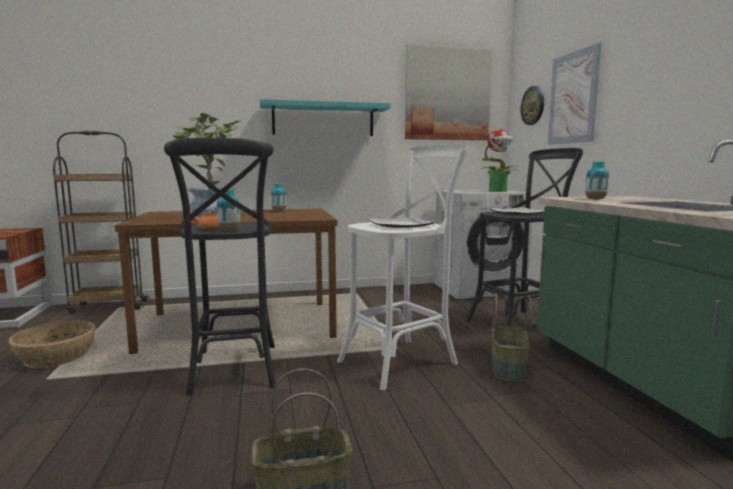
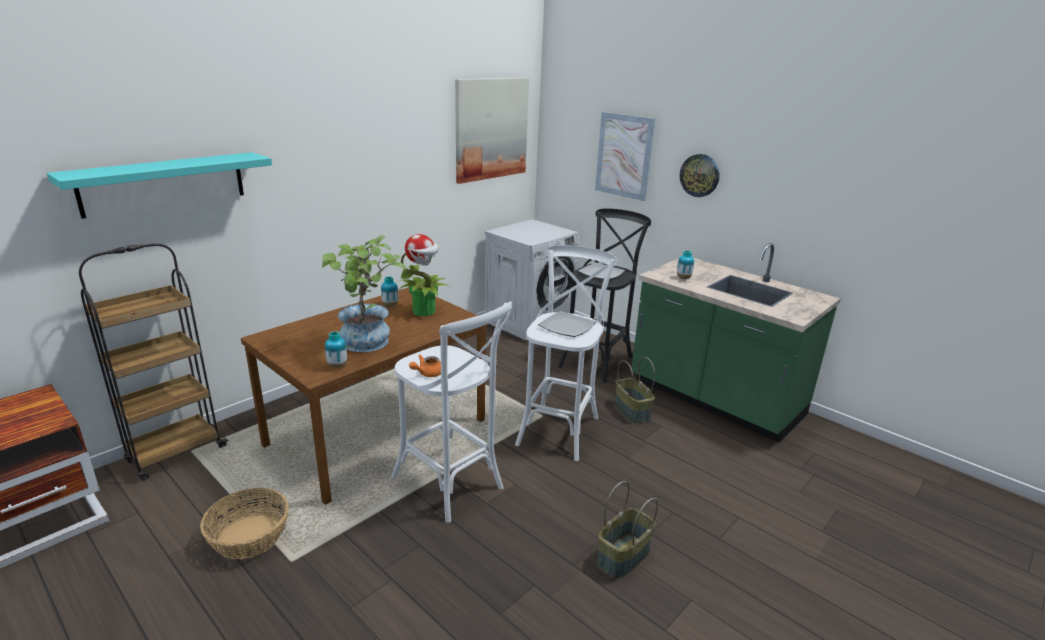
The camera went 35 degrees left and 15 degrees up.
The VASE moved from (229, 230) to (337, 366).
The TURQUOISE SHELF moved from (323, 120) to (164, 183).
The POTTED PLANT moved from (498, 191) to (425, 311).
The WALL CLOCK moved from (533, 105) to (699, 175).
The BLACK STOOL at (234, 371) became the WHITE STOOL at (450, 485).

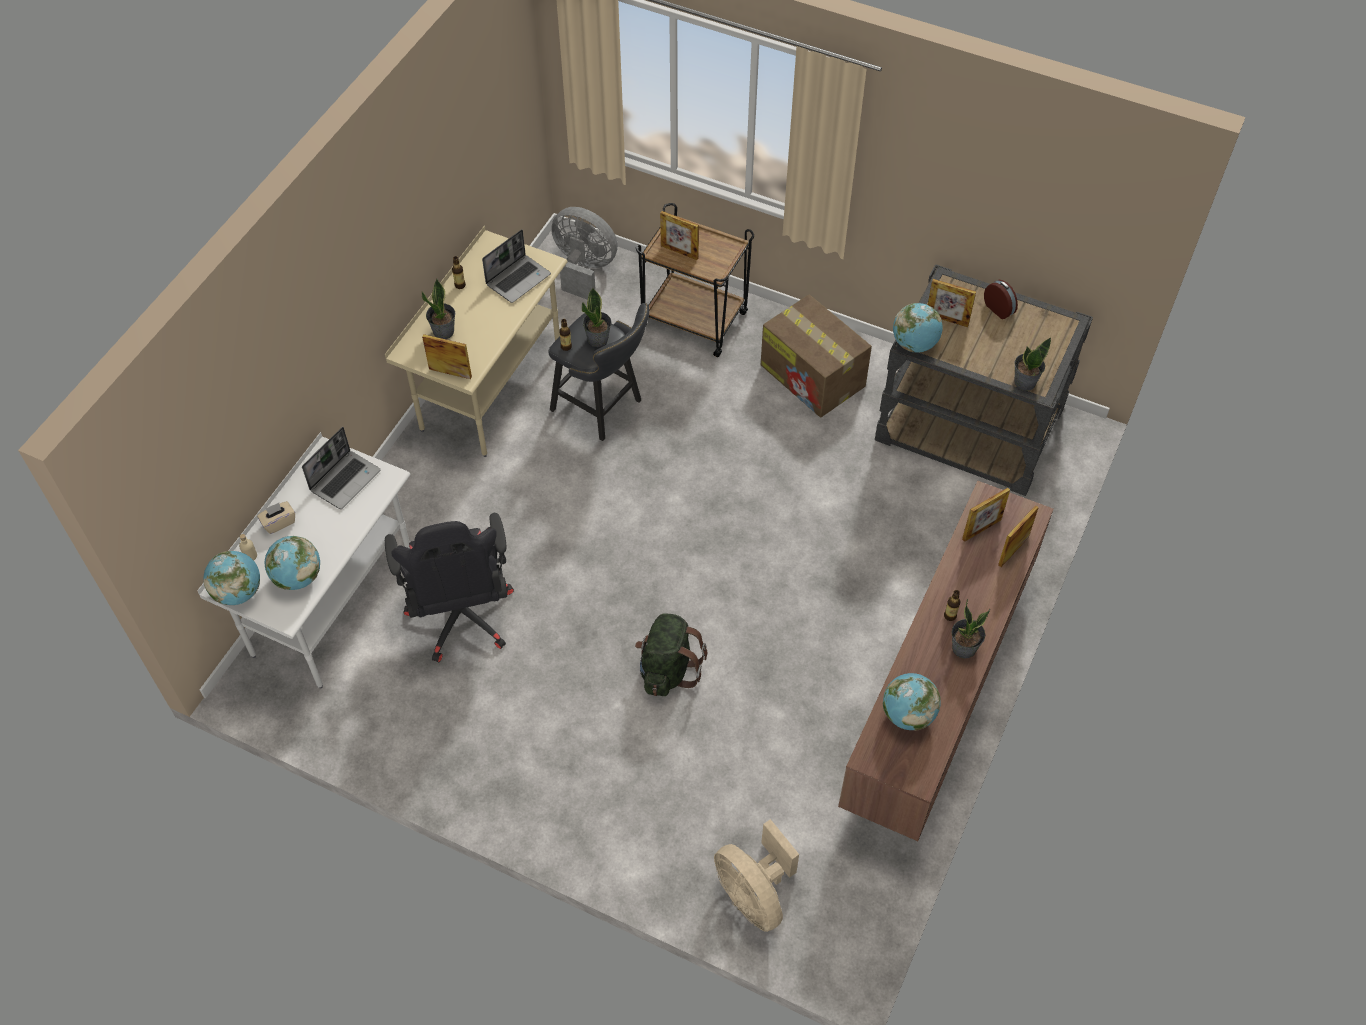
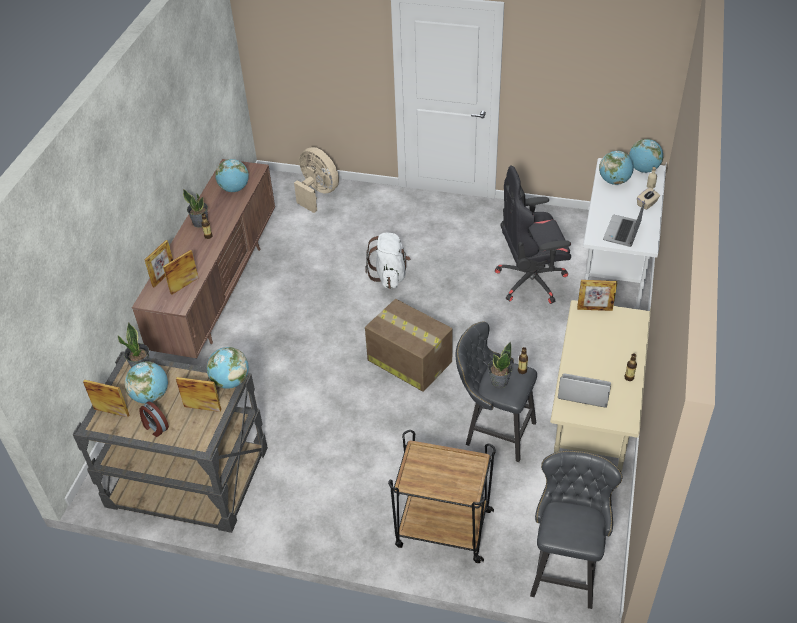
The camera went 170 degrees right and 10 degrees down.
The POTTED PLANT at (444, 331) disappeared.
The GLOBE at (151, 396) appeared.
The PICTURE FRAME moved from (679, 252) to (111, 412).
The CARDBOARD BOX moved from (813, 376) to (408, 360).
The GREY FAN at (584, 269) was replaced by the GREY STOOL at (566, 565).
The GREEN BACKPACK at (668, 670) became the WHITE BACKPACK at (390, 276).
The BLACK OFFICE CHAIR at (461, 614) turned 75 degrees counterclockwise.
The LAPTOP at (518, 279) turned 75 degrees clockwise.

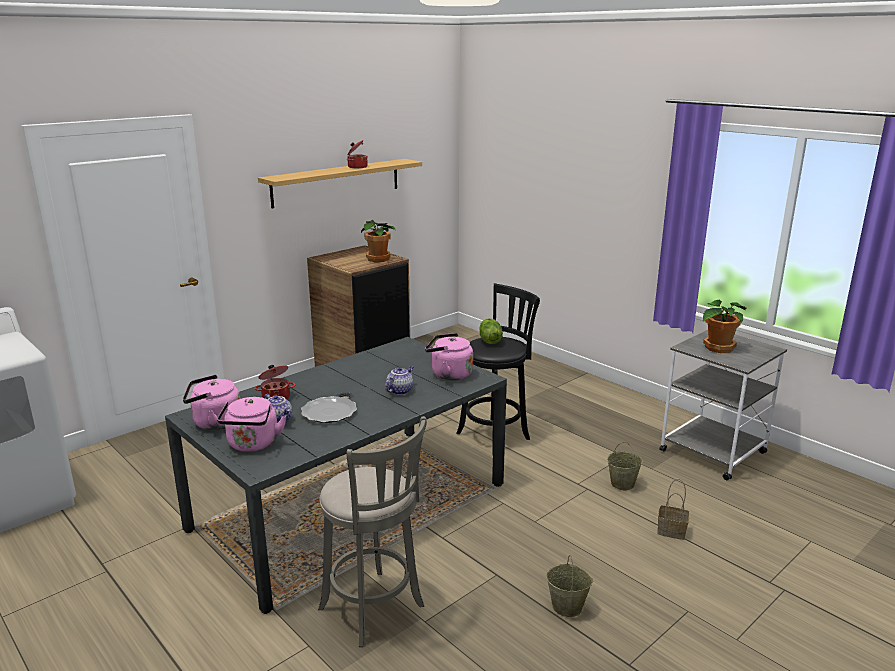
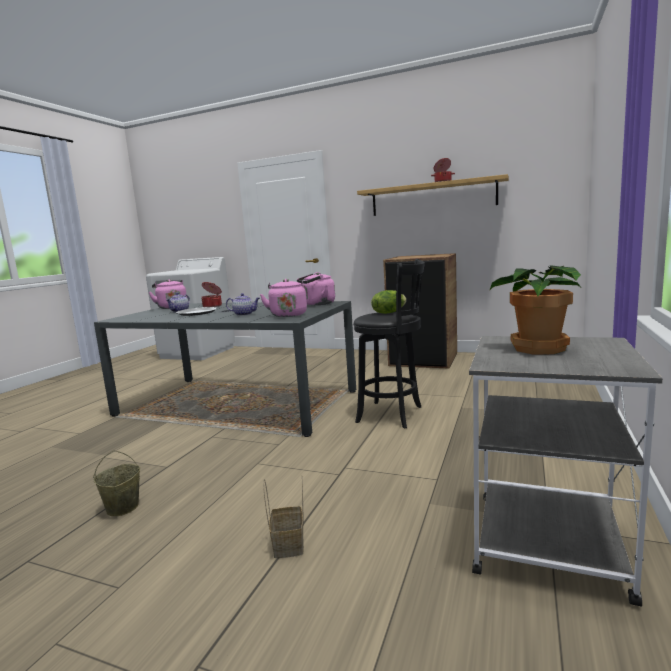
The camera went 65 degrees right and 10 degrees down.
The GREY STOOL at (375, 610) disappeared.
The POTTED PLANT at (379, 259) disappeared.
The BEIGE BUCKET at (623, 484) disappeared.
The PINK KETTLE moved from (253, 445) to (317, 304).

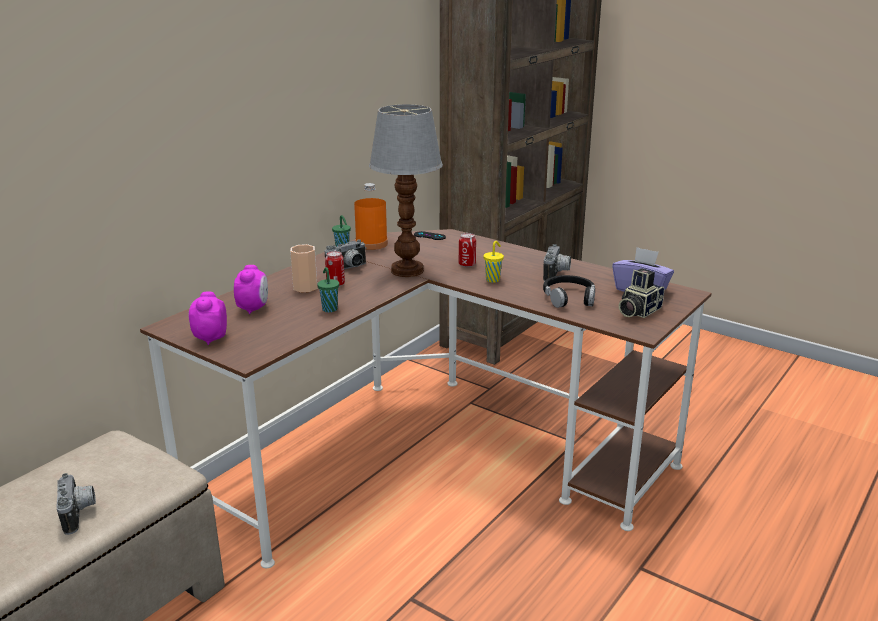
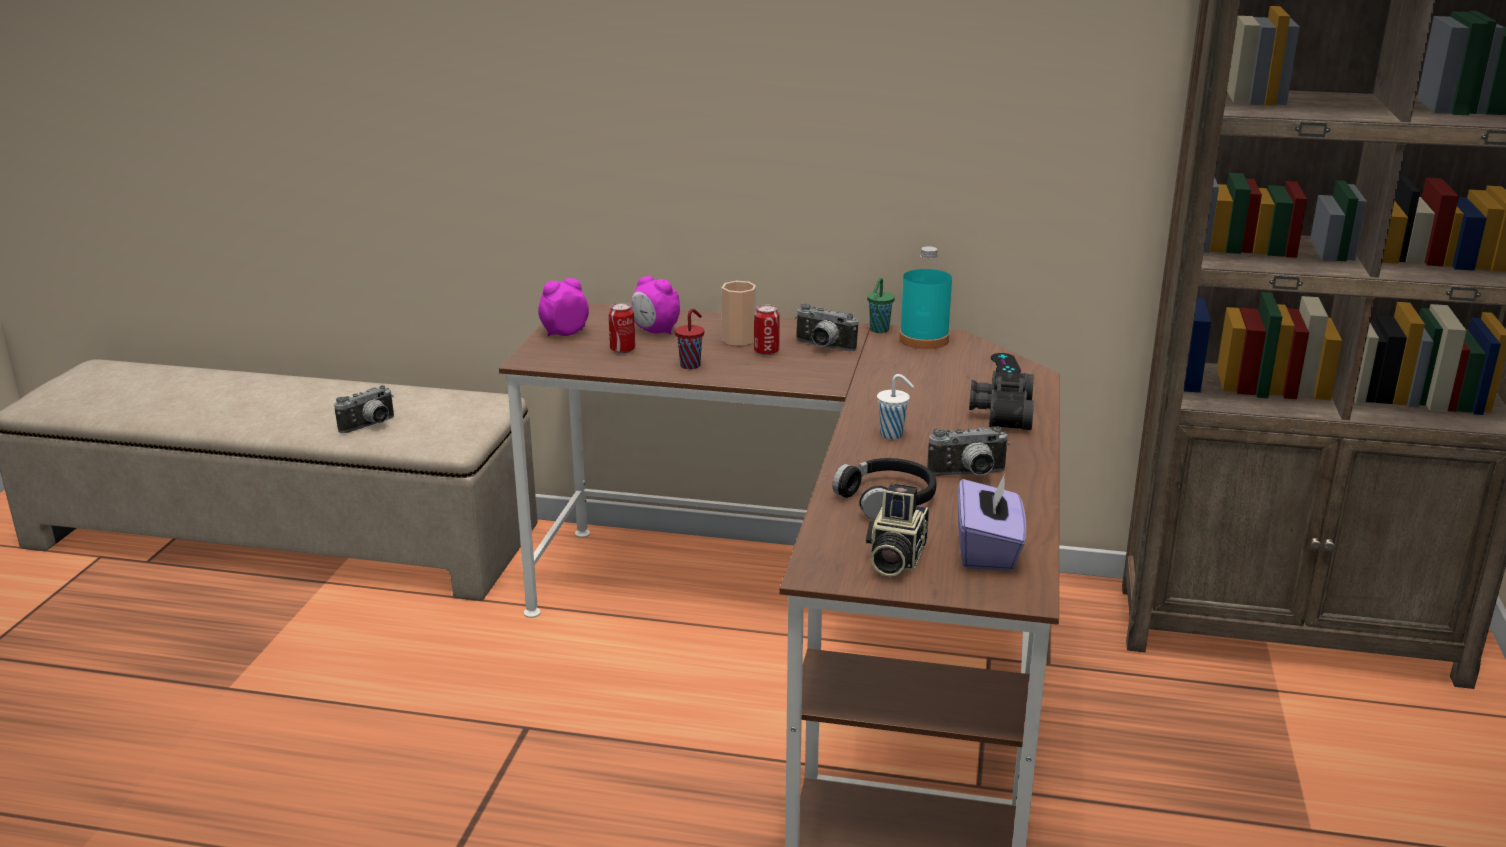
The camera went 65 degrees right and 0 degrees up.
The TABLE LAMP at (408, 270) disappeared.
The BLACK BINOCULARS at (1000, 412) appeared.
The CAN moved from (467, 264) to (622, 349).
The GREEN CUP at (329, 309) became the RED CUP at (691, 365).
The ORANGE BOTTLE at (371, 244) became the TURQUOISE BOTTLE at (924, 339).
The YELLOW CUP at (493, 279) became the WHITE CUP at (893, 435).
The ALARM CLOCK at (253, 308) turned 60 degrees clockwise.
The PHOTO CAMERA at (637, 311) turned 90 degrees counterclockwise.

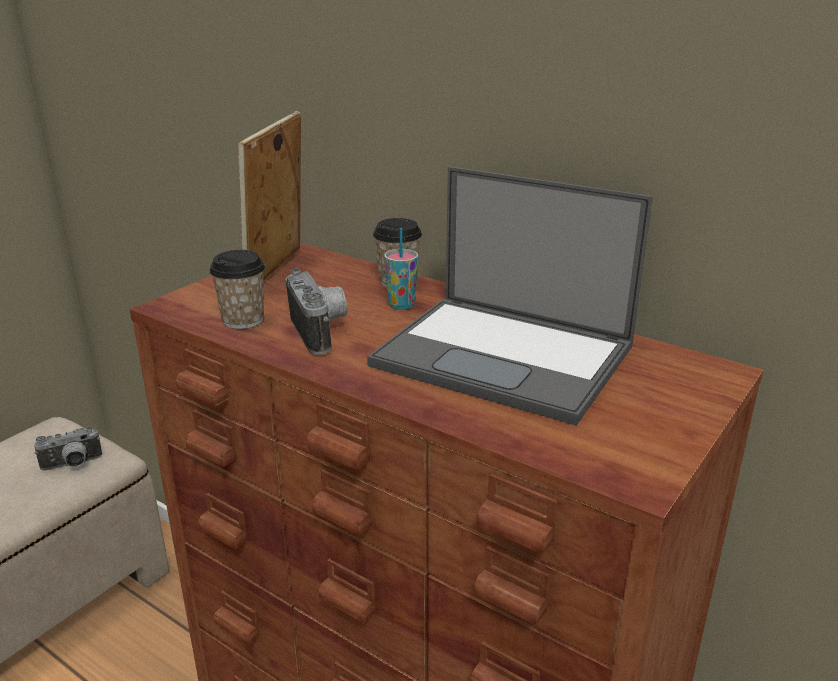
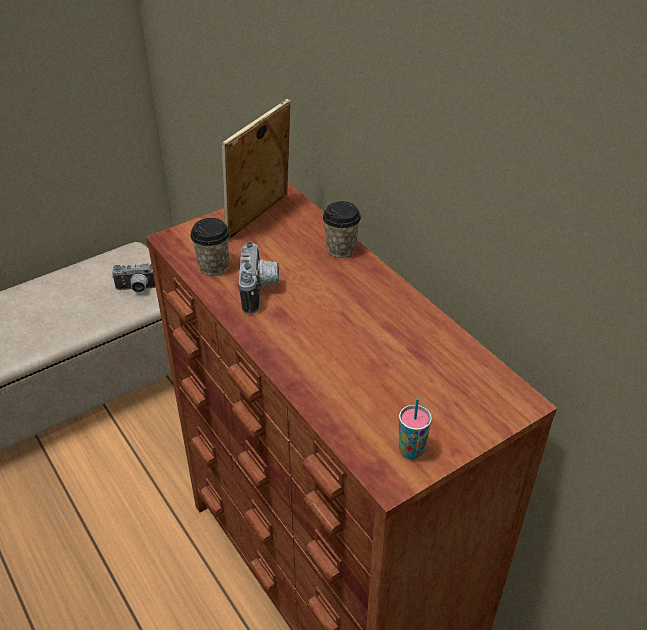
The camera went 20 degrees right and 15 degrees up.
The LAPTOP at (506, 356) disappeared.
The CUP moved from (401, 305) to (411, 450).

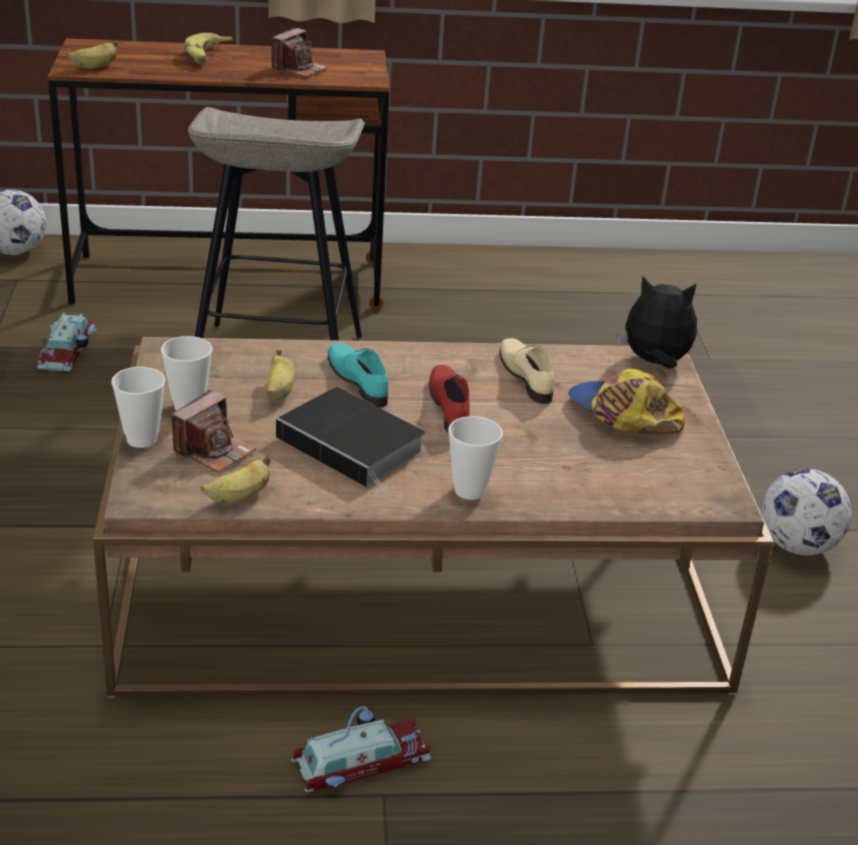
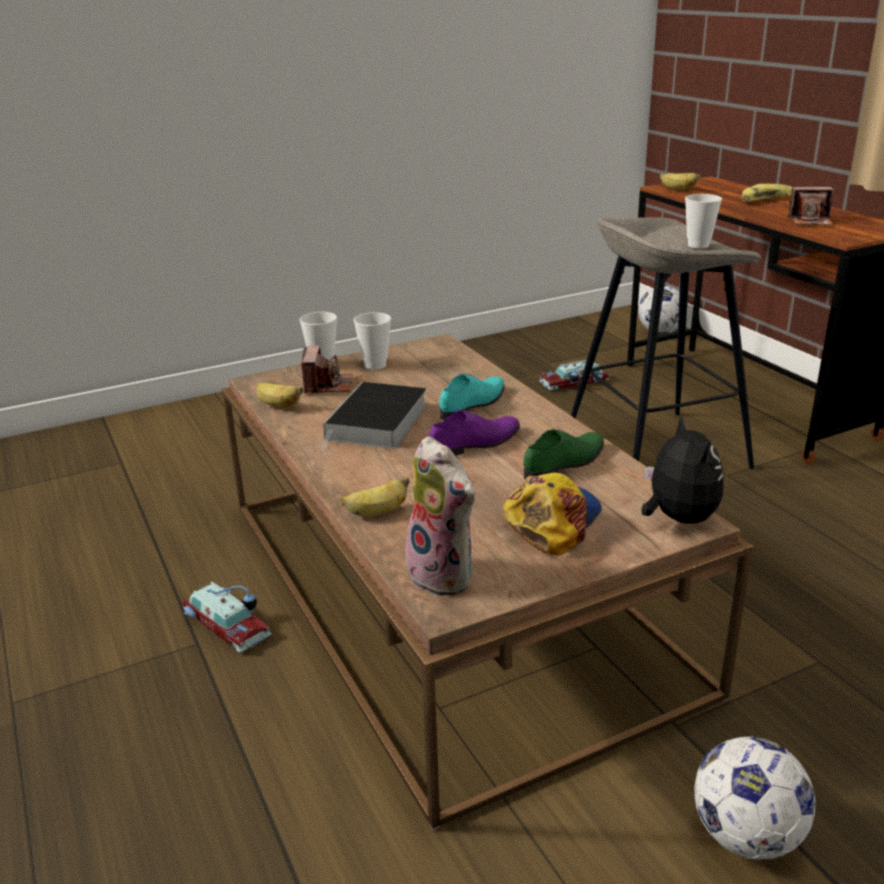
The camera went 70 degrees right and 5 degrees down.
The PLUSH TOY at (445, 575) appeared.
The BANANA moved from (279, 392) to (377, 513).
The CUP moved from (470, 490) to (698, 245).
The RED SHOE at (451, 404) became the PURPLE SHOE at (476, 443).
The BEIGE SHOE at (527, 375) became the GREEN SHOE at (566, 462).
The PHOTO CAMERA at (214, 451) turned 105 degrees counterclockwise.

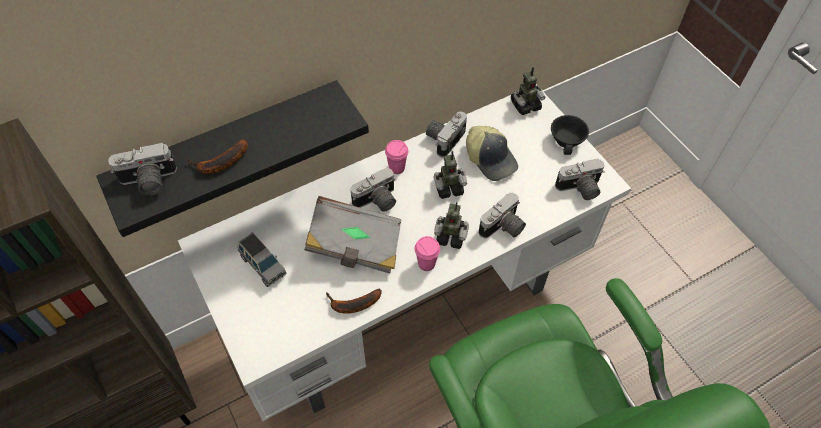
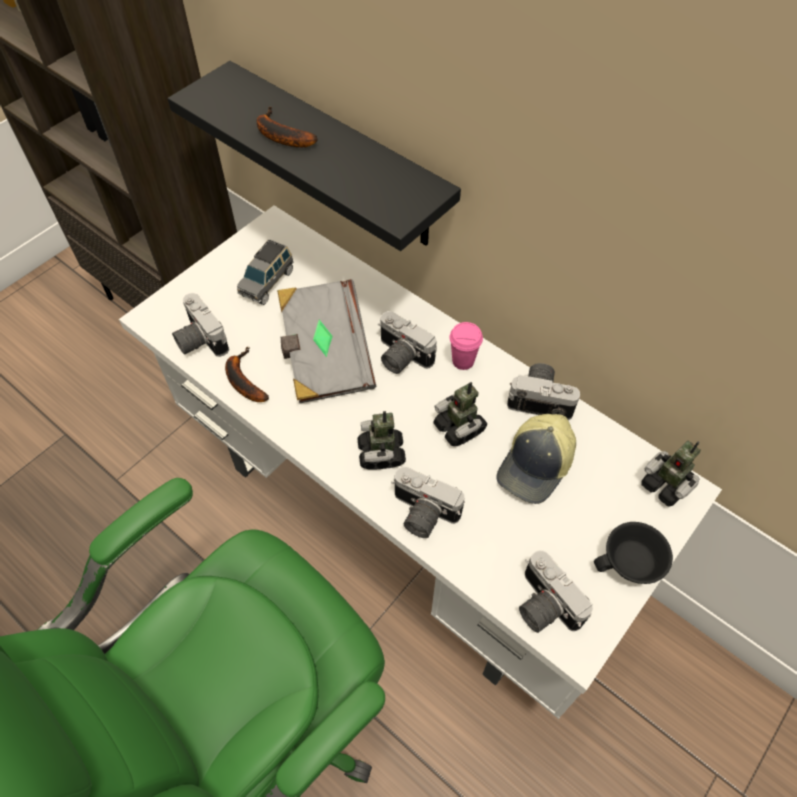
The camera went 70 degrees right and 0 degrees up.
The PINK CUP at (426, 263) disappeared.
The PHOTO CAMERA moved from (148, 182) to (198, 340).

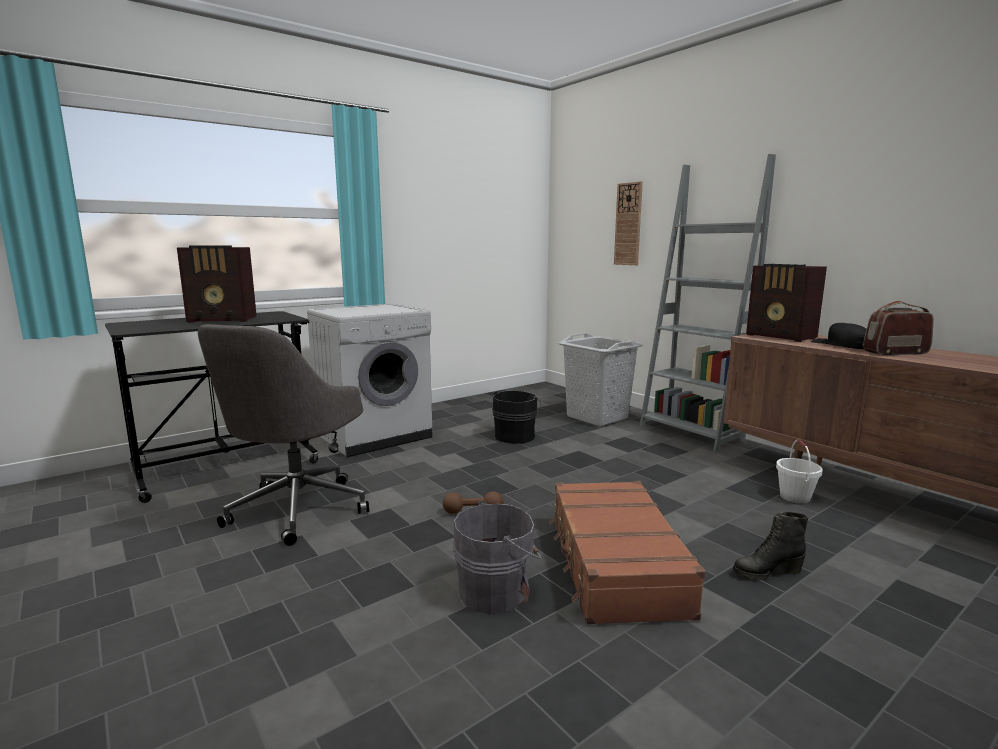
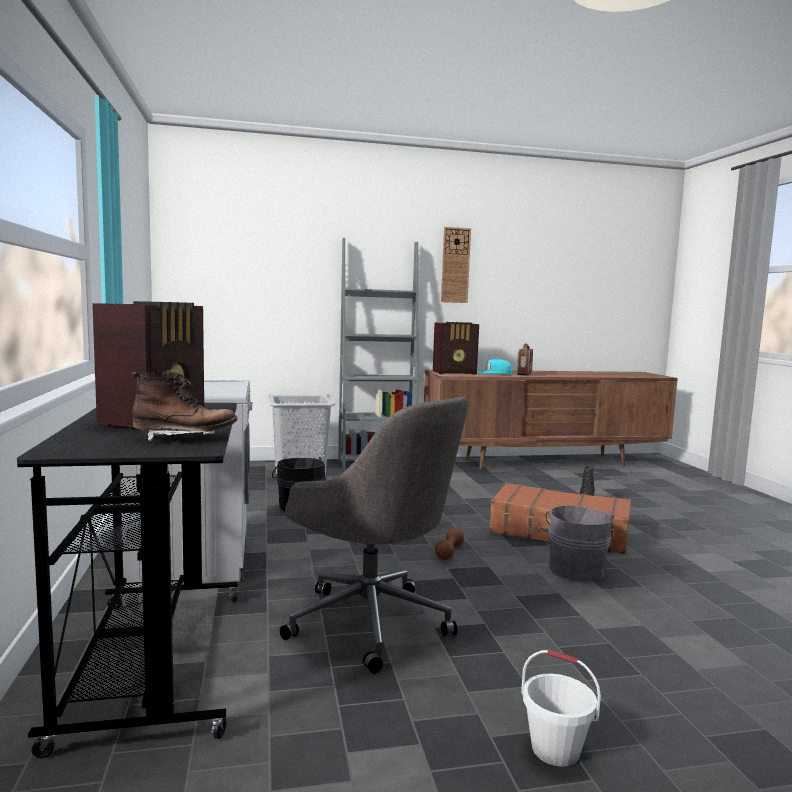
The camera went 65 degrees left and 5 degrees down.
The BROWN BOOT at (185, 438) appeared.
The WALL CLOCK moved from (628, 224) to (455, 265).
The WHITE BUCKET moved from (794, 497) to (555, 749).
The BLACK CAP at (841, 345) became the TURQUOISE CAP at (494, 373).

